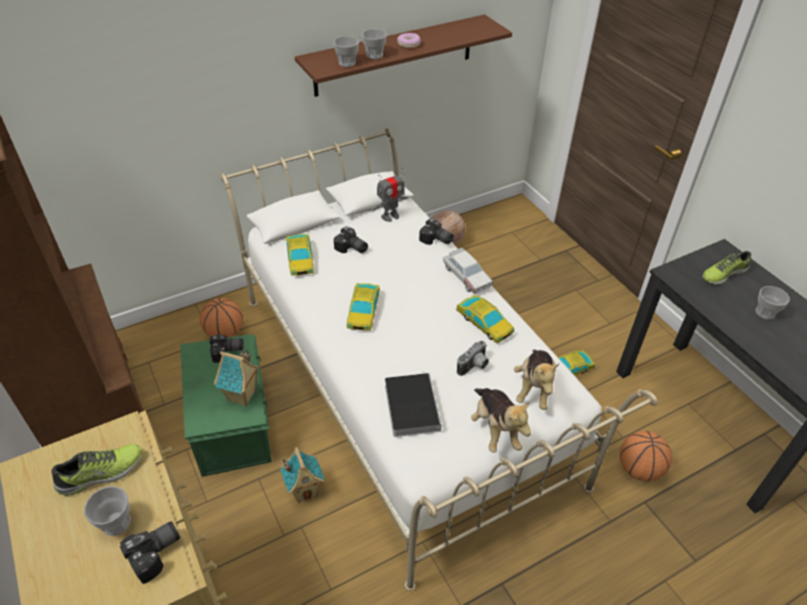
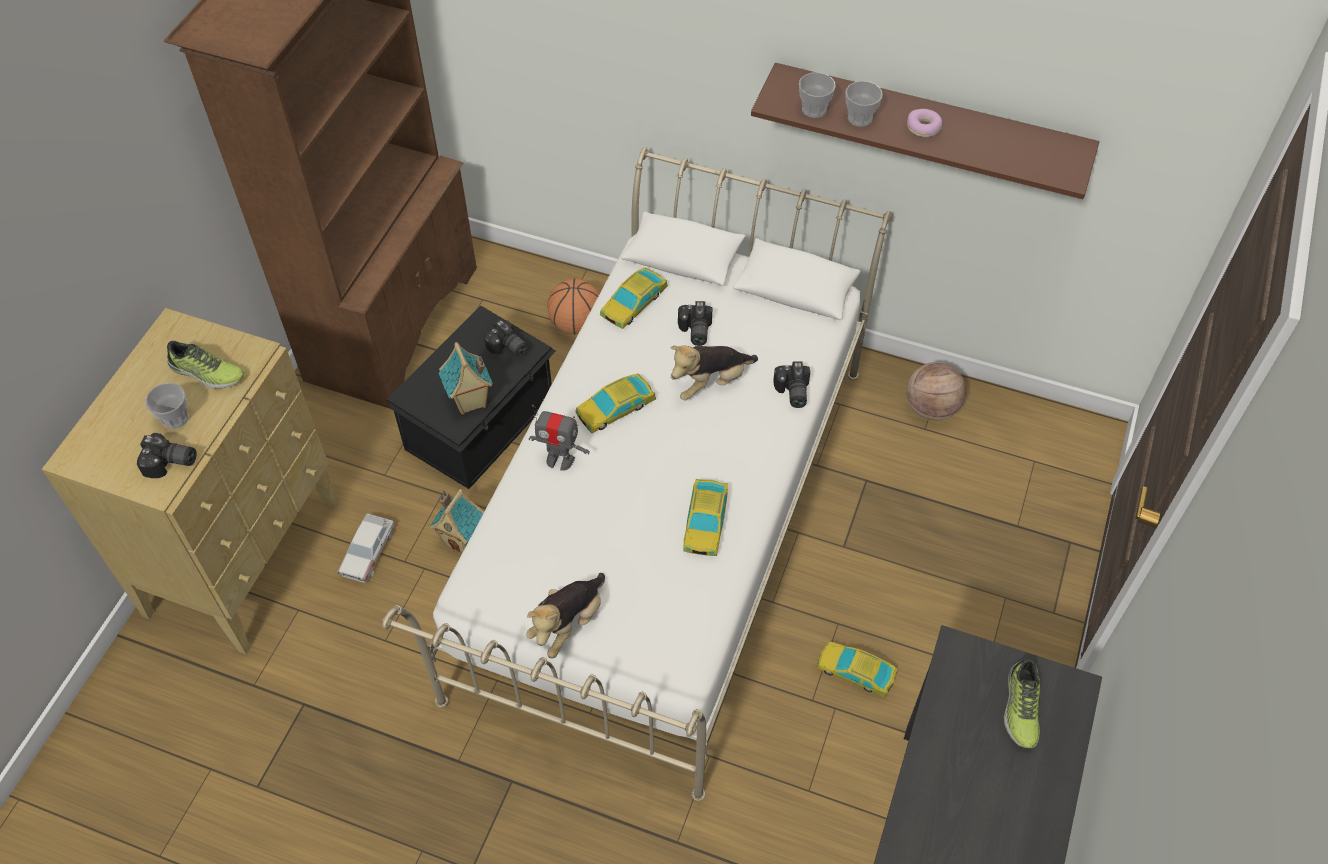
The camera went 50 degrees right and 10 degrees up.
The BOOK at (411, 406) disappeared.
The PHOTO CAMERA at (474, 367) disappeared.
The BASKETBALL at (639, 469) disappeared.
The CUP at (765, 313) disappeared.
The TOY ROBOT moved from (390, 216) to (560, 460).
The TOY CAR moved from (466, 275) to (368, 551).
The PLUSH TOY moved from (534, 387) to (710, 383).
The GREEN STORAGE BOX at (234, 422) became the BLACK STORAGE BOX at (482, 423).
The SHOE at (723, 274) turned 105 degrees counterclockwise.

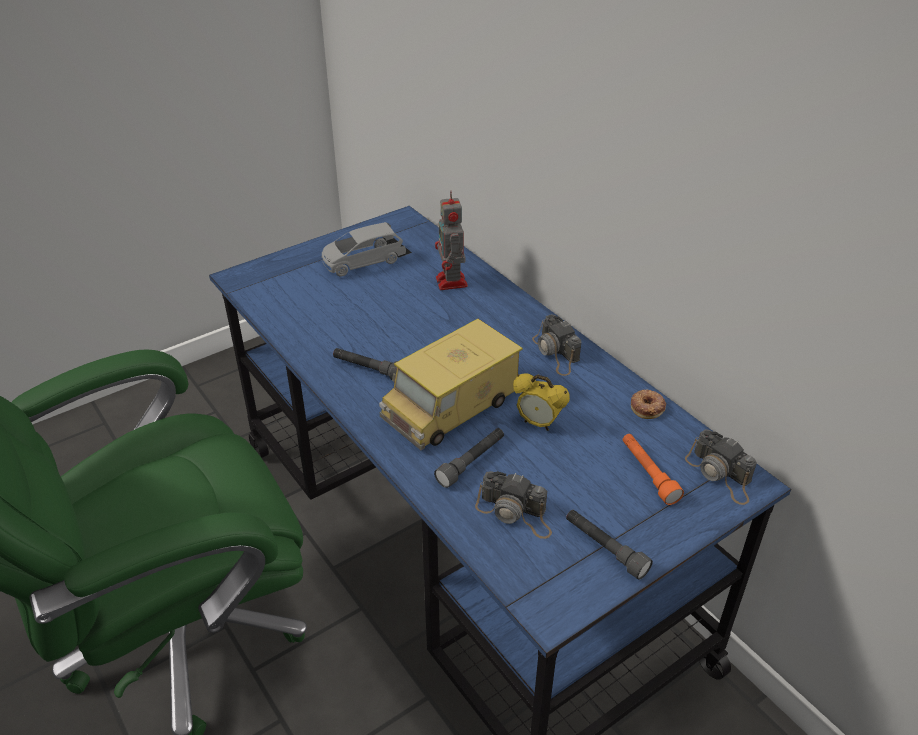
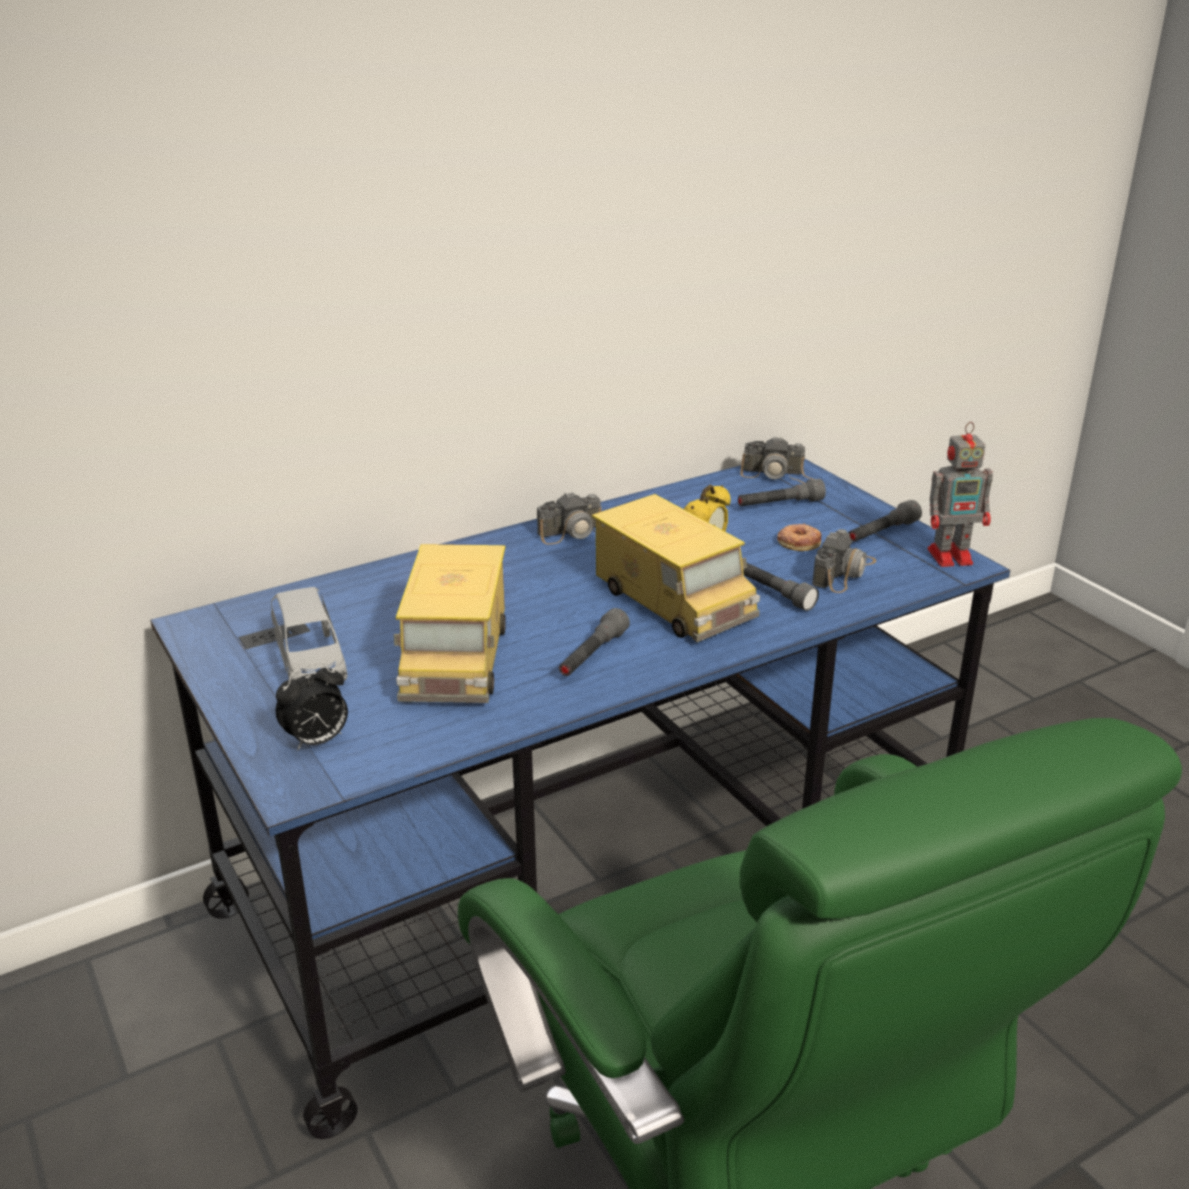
The camera went 85 degrees left and 10 degrees down.
The ALARM CLOCK at (317, 741) appeared.
The TOY TRUCK at (456, 657) appeared.
The TOY ROBOT moved from (452, 283) to (952, 556).
The DONUT moved from (647, 407) to (799, 542).
The ORANGE FLASHLIGHT at (648, 474) became the GREY FLASHLIGHT at (779, 505).
The PHOTO CAMERA at (720, 475) turned 45 degrees clockwise.

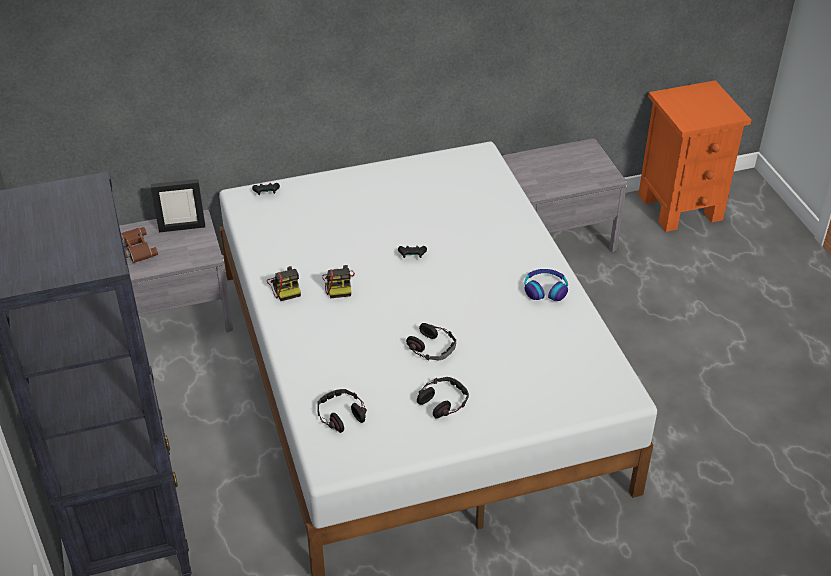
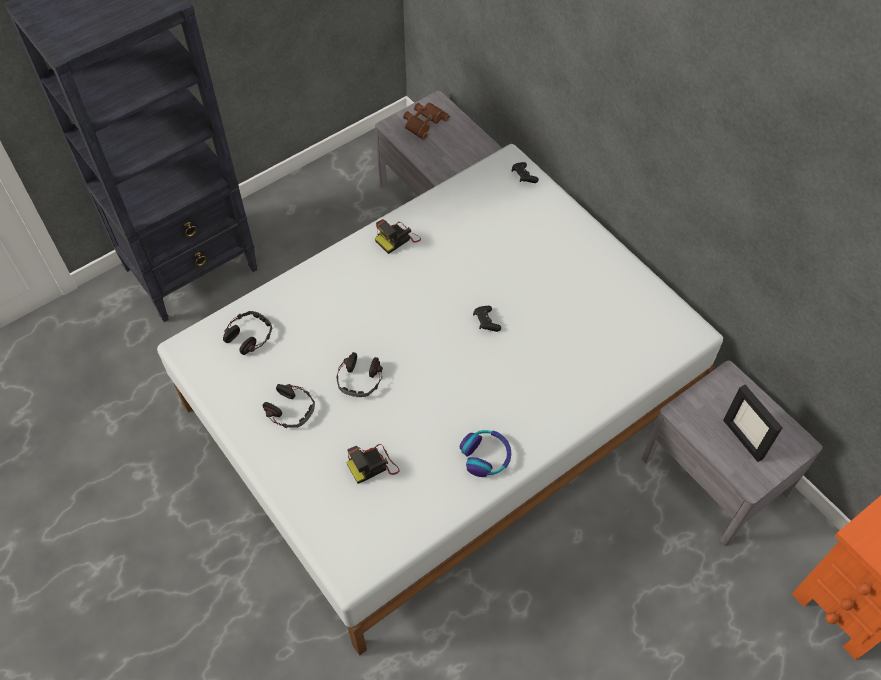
The camera went 70 degrees right and 15 degrees up.
The PICTURE FRAME moved from (182, 227) to (743, 438).
The PHOTO CAMERA moved from (339, 284) to (373, 465).

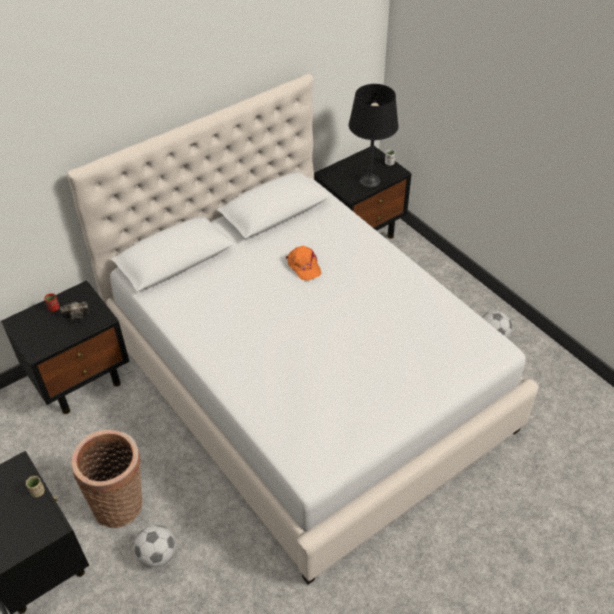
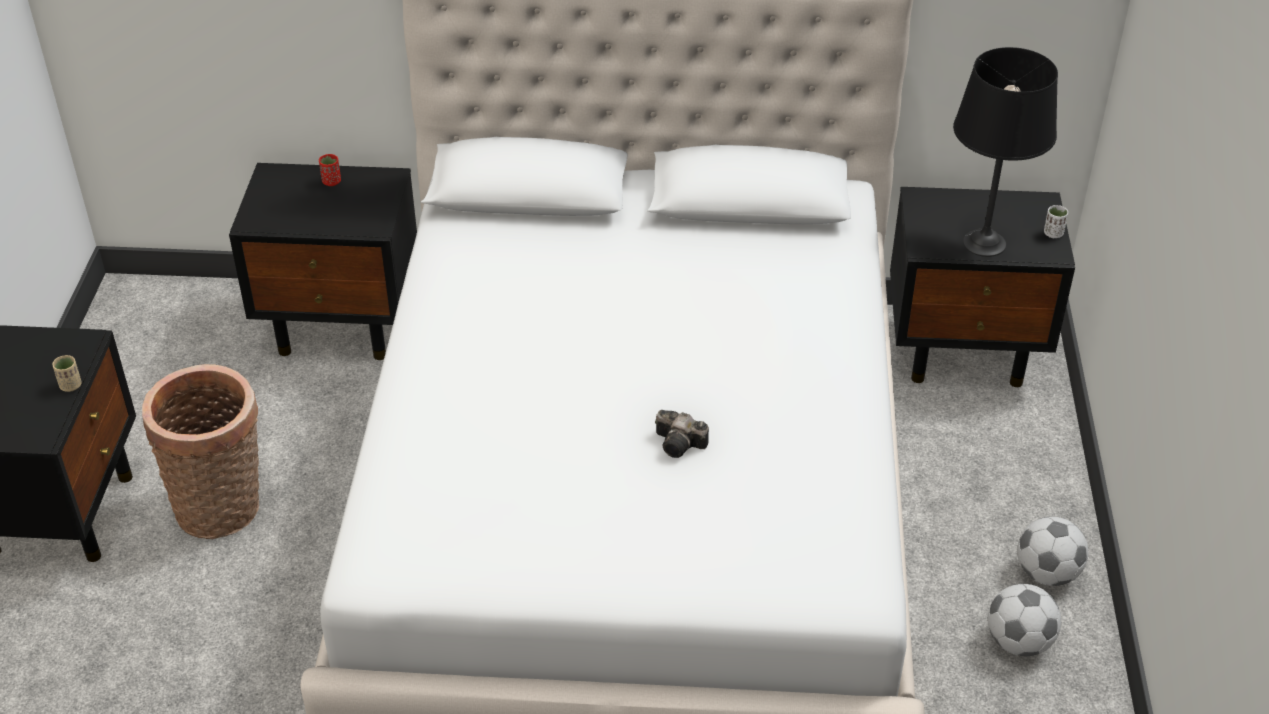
The camera went 40 degrees right and 5 degrees down.
The ORANGE CAP at (303, 266) disappeared.
The PHOTO CAMERA moved from (78, 316) to (681, 444).
The FOOTBALL moved from (157, 555) to (1047, 573).

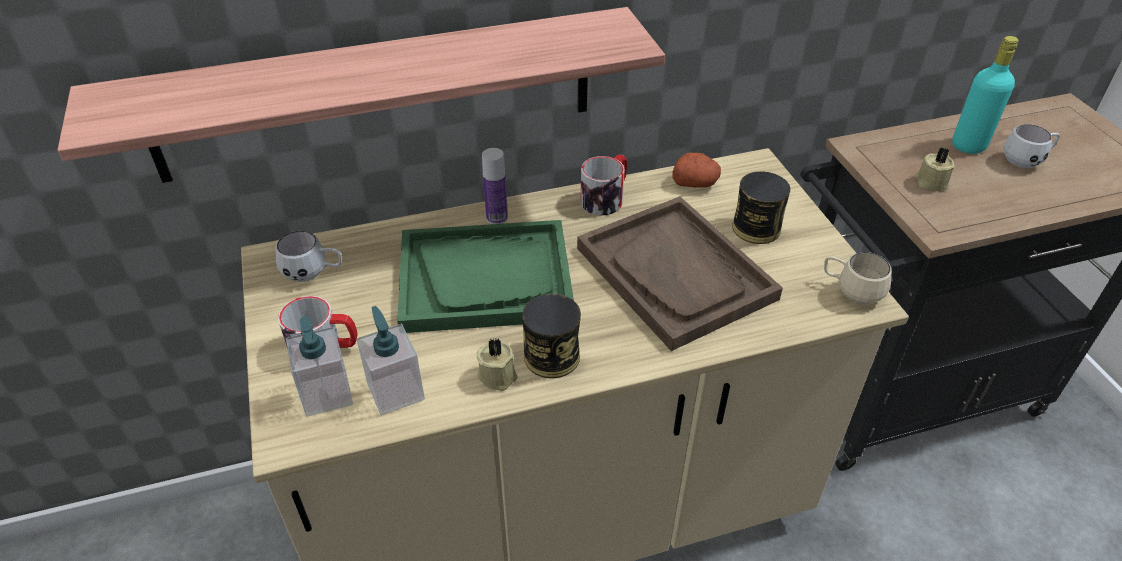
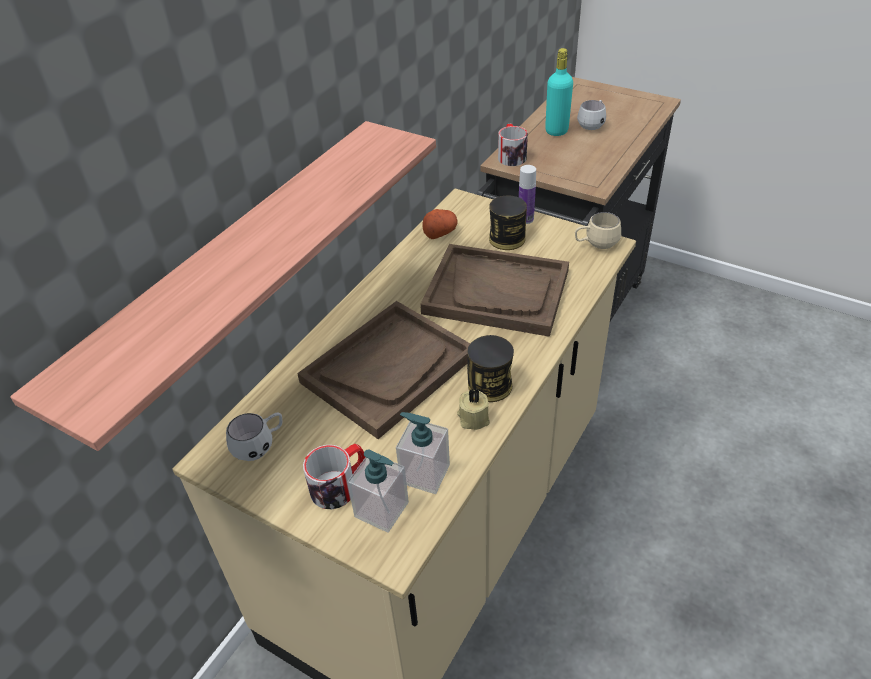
The camera went 40 degrees left and 0 degrees up.
The BEIGE CANDLE at (930, 182) disappeared.
The BOTTLE moved from (497, 218) to (525, 219).
The MUG moved from (606, 197) to (511, 155).
The GREEN TRAY at (486, 279) became the BROWN TRAY at (388, 369).

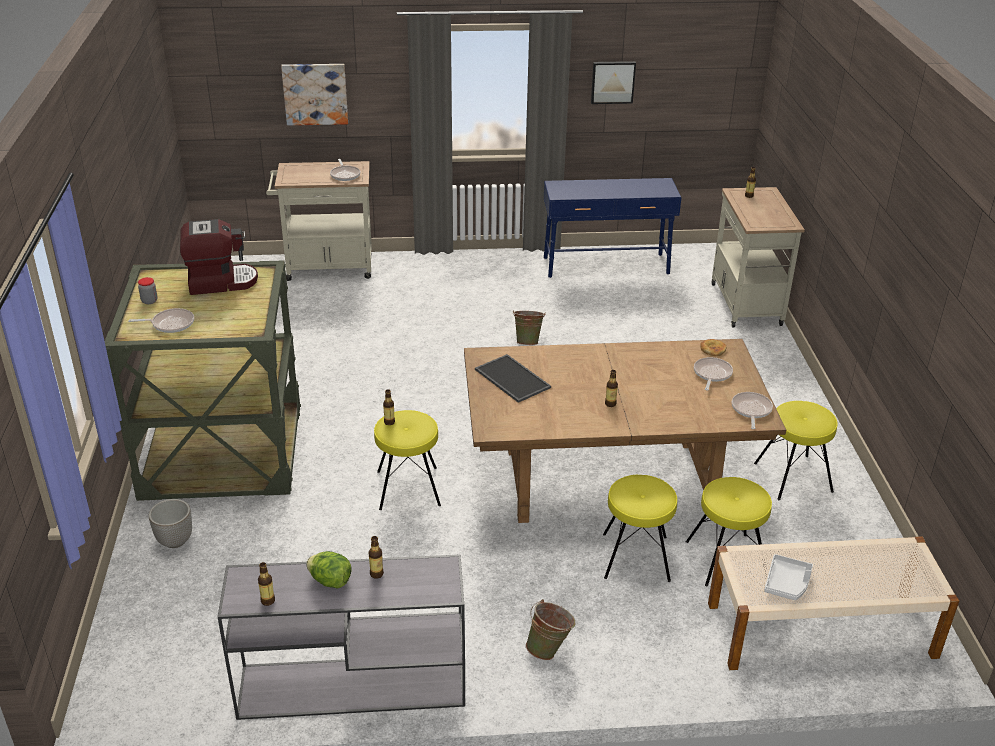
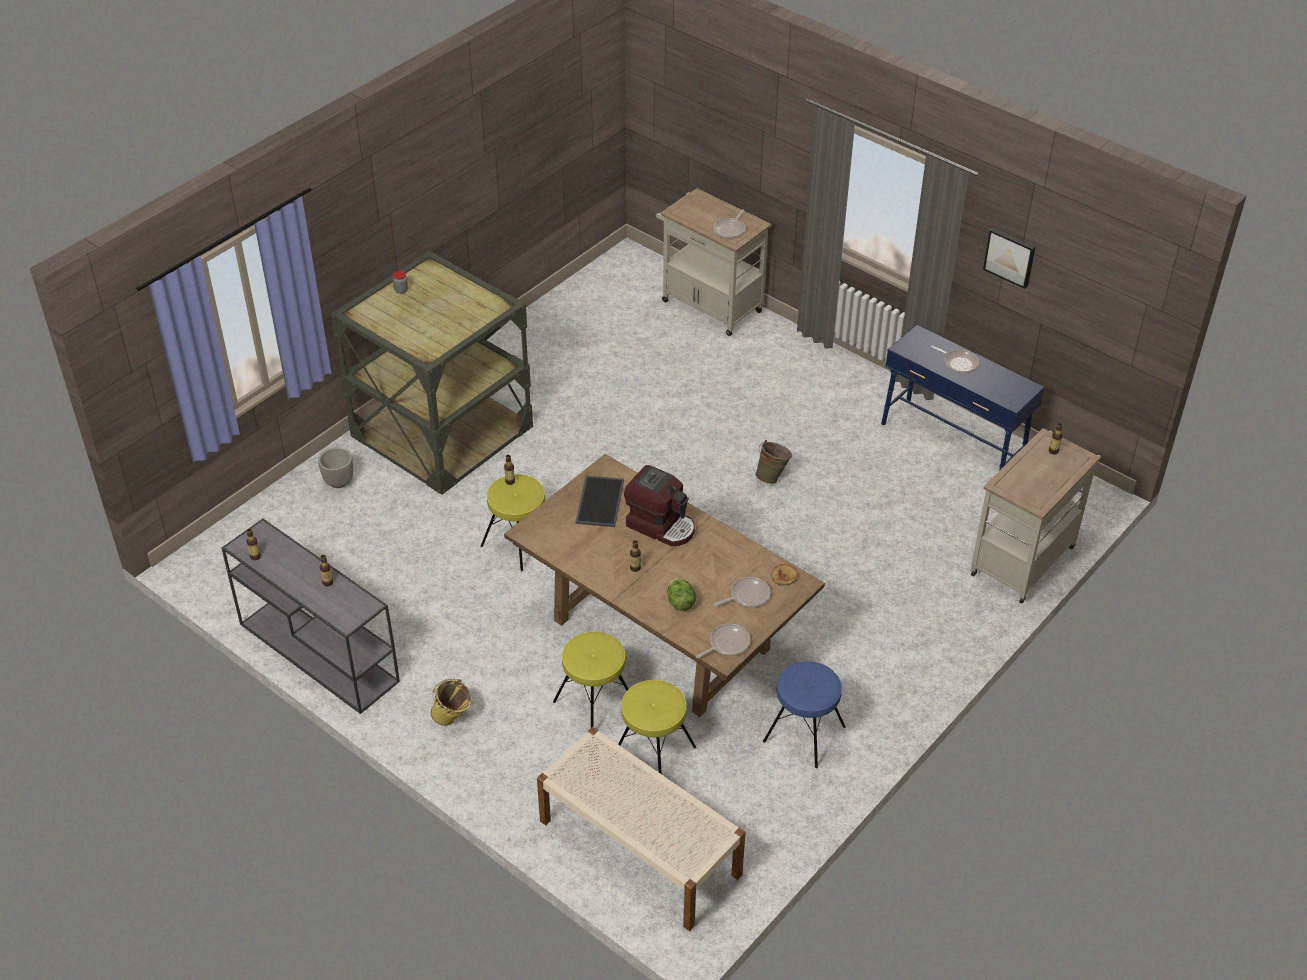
The camera went 45 degrees right and 10 degrees up.
The PICTURE at (315, 94) disappeared.
The GREY TRAY at (787, 583) disappeared.
The FRYING PAN moved from (170, 324) to (959, 363).
The COFFEE MACHINE moved from (221, 282) to (661, 525).
The LETTUCE moved from (330, 581) to (680, 603).
The GREEN BUCKET at (549, 649) became the YELLOW BUCKET at (453, 719).
The YELLOW STOOL at (793, 477) became the BLUE STOOL at (804, 734).

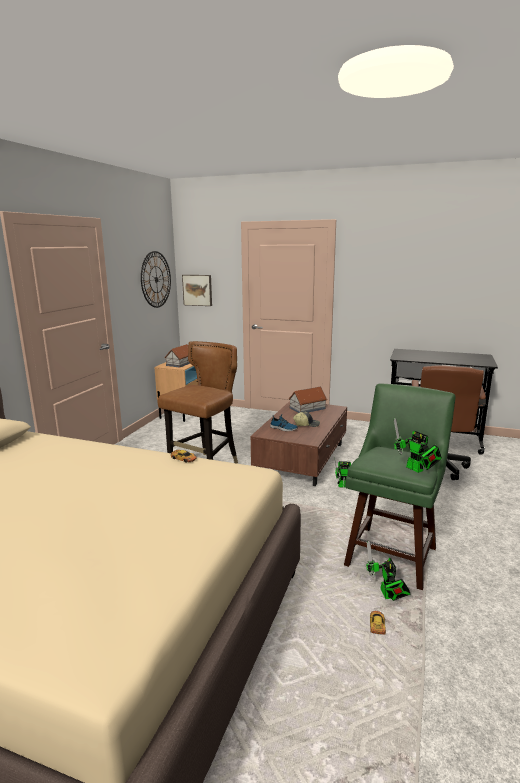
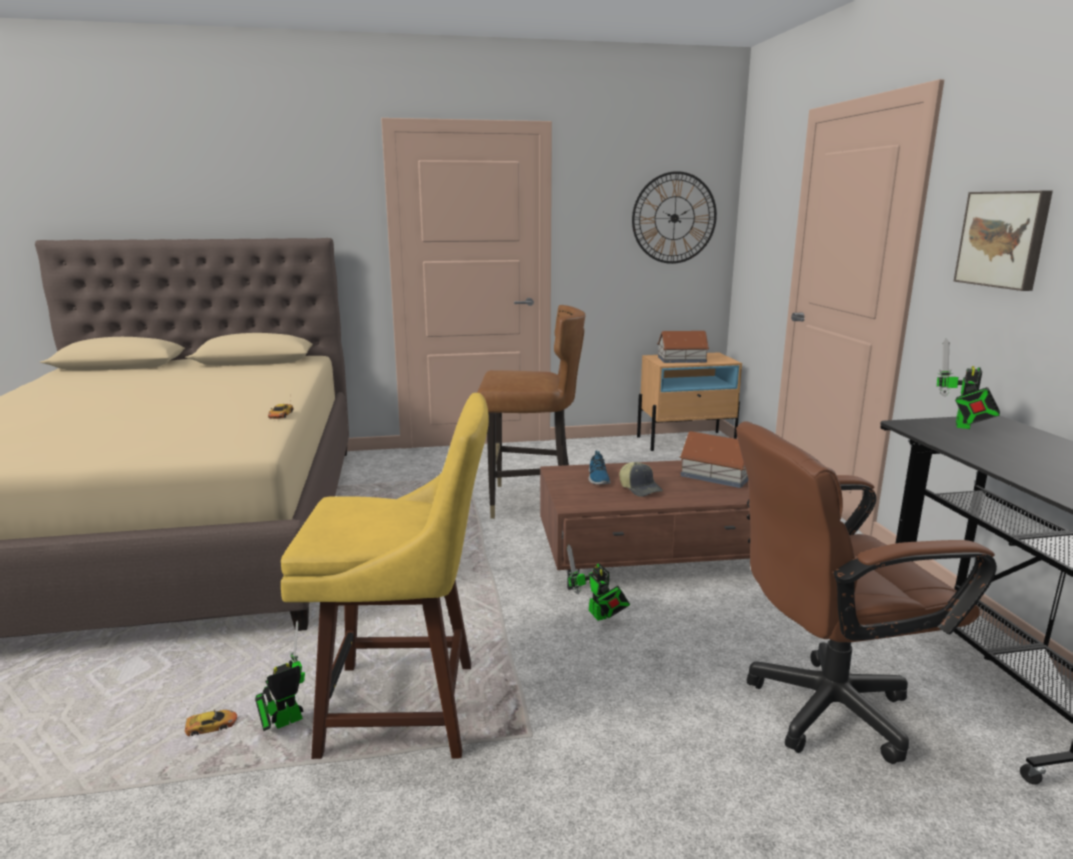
The camera went 60 degrees right and 0 degrees up.
The PICTURE moved from (197, 290) to (1004, 239).
The TOY ROBOT moved from (416, 470) to (962, 426).
The GREEN STOOL at (392, 554) became the YELLOW STOOL at (407, 708).

